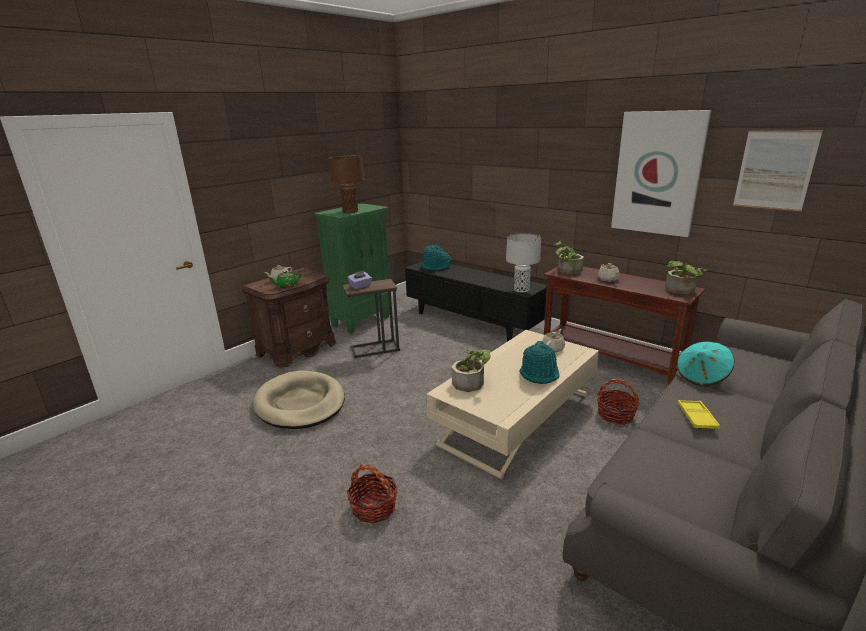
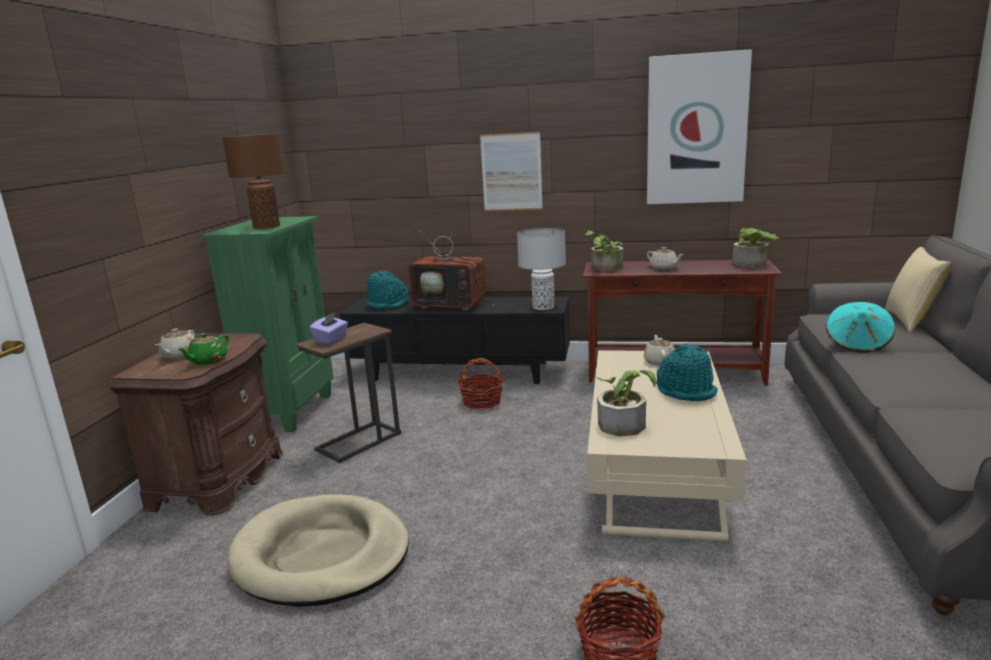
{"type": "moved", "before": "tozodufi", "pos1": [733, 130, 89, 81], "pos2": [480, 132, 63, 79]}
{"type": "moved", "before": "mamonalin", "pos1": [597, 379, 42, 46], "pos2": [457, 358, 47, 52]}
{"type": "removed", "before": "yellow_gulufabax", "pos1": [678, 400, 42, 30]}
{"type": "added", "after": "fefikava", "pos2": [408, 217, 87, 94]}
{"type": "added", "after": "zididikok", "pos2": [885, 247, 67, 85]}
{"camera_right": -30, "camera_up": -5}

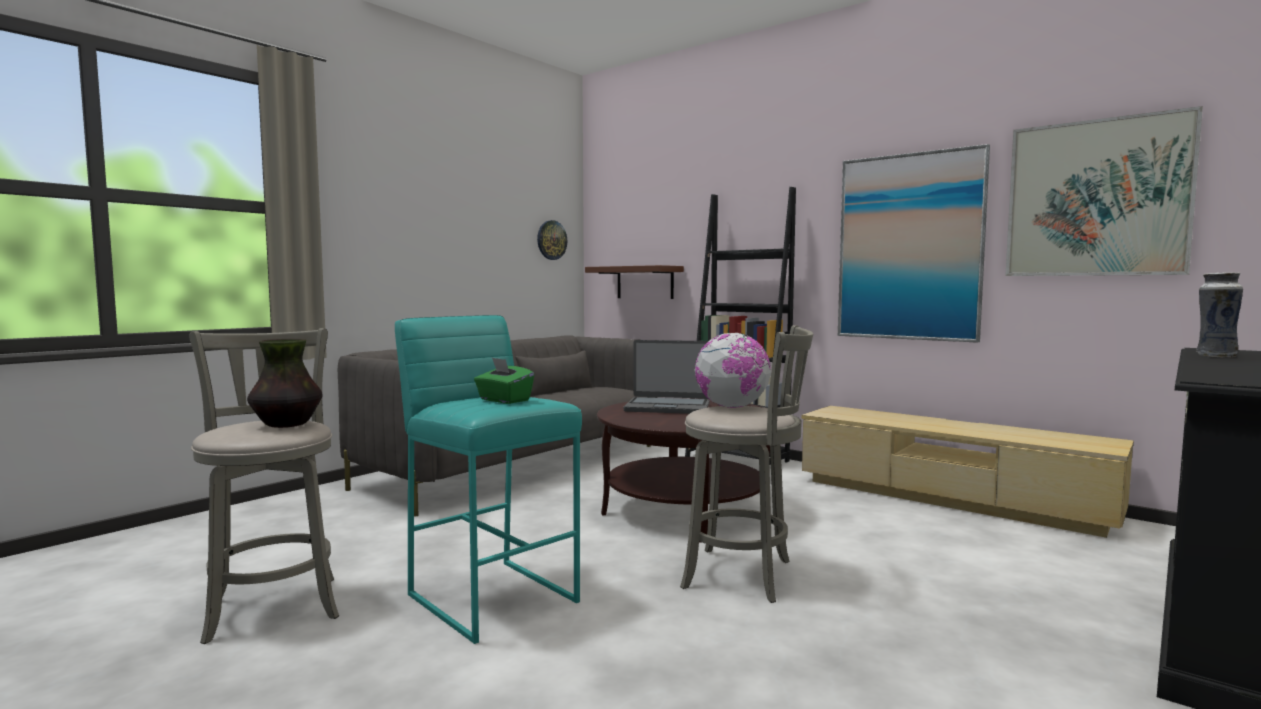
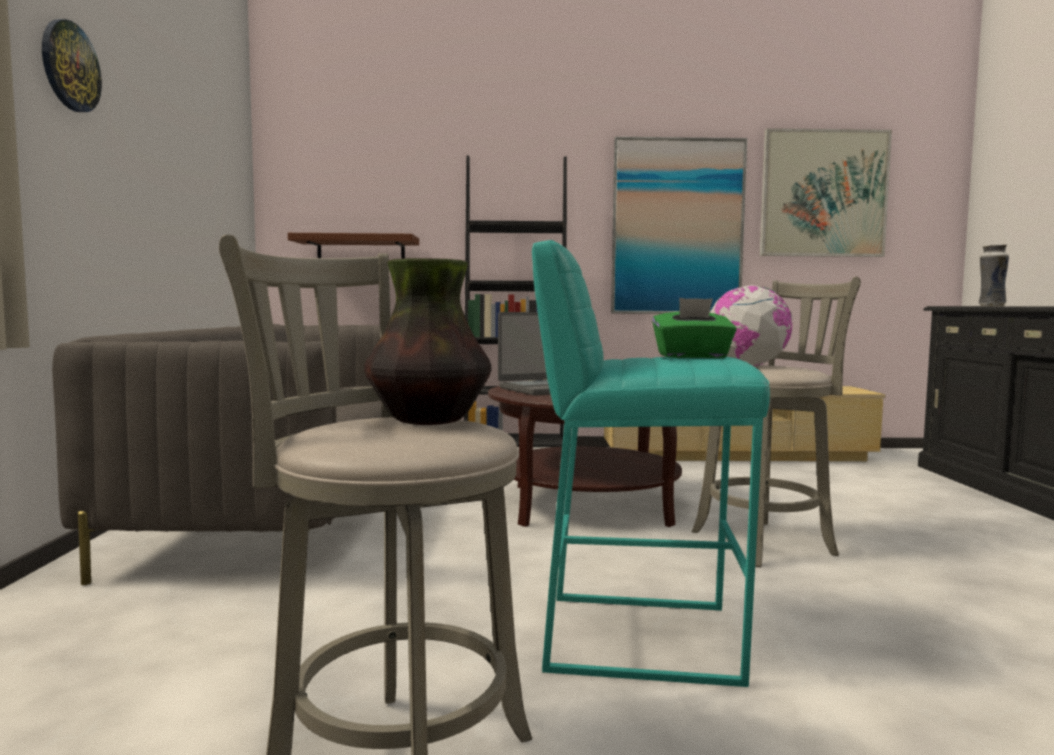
{"type": "moved", "before": "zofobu", "pos1": [537, 220, 30, 40], "pos2": [42, 19, 60, 93]}
{"camera_right": -40, "camera_up": 0}

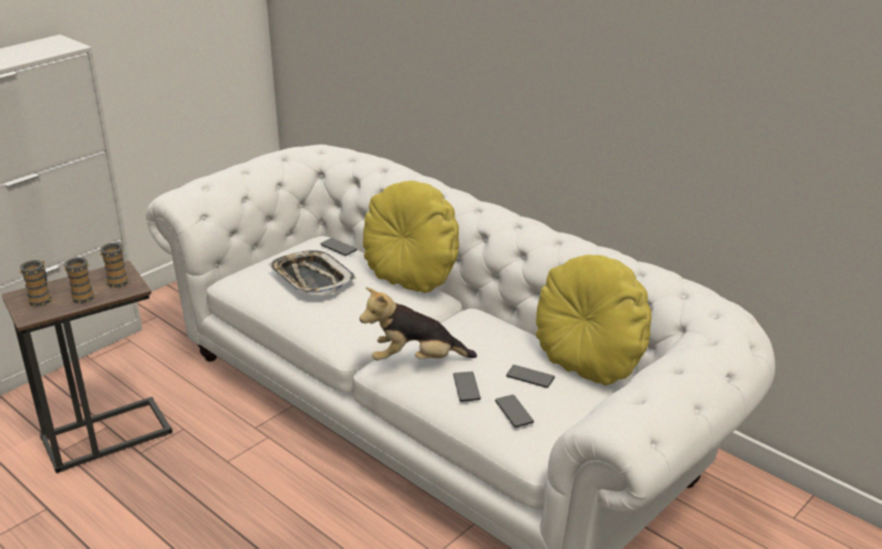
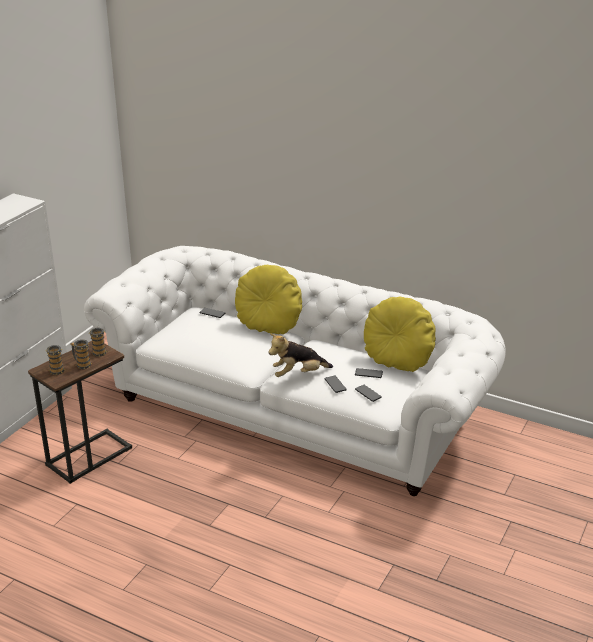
{"type": "removed", "before": "gulufabax", "pos1": [268, 250, 88, 46]}
{"camera_right": -15, "camera_up": 0}

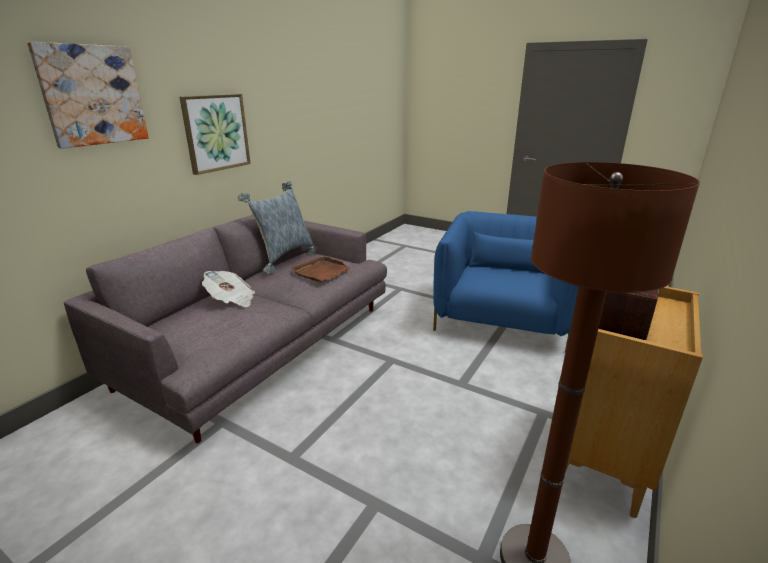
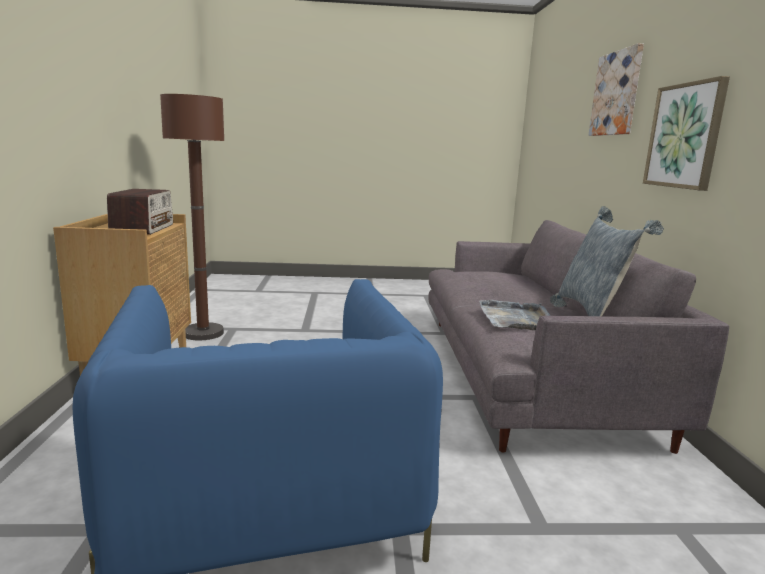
{"type": "recoloured", "before": "brown_gulufabax", "after": "grey_gulufabax", "pos1": [291, 256, 60, 26], "pos2": [479, 300, 71, 30]}
{"type": "removed", "before": "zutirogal", "pos1": [202, 271, 53, 36]}
{"camera_right": 145, "camera_up": -10}

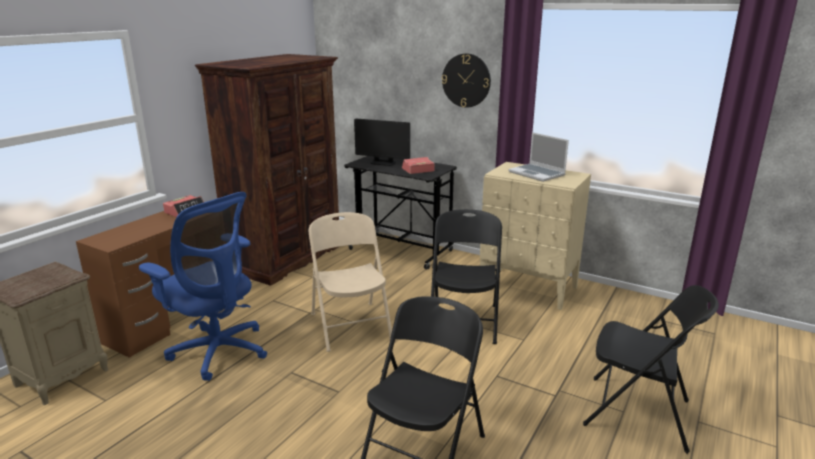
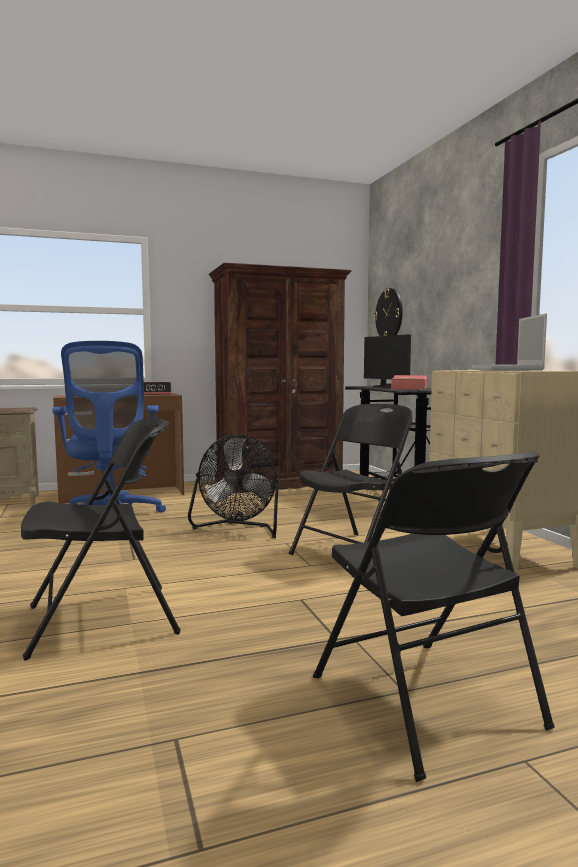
{"type": "moved", "before": "zofobu", "pos1": [442, 53, 49, 55], "pos2": [374, 288, 29, 48]}
{"type": "replaced", "before": "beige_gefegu", "after": "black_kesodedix", "pos1": [309, 212, 83, 140], "pos2": [188, 434, 92, 104]}
{"camera_right": 40, "camera_up": -15}

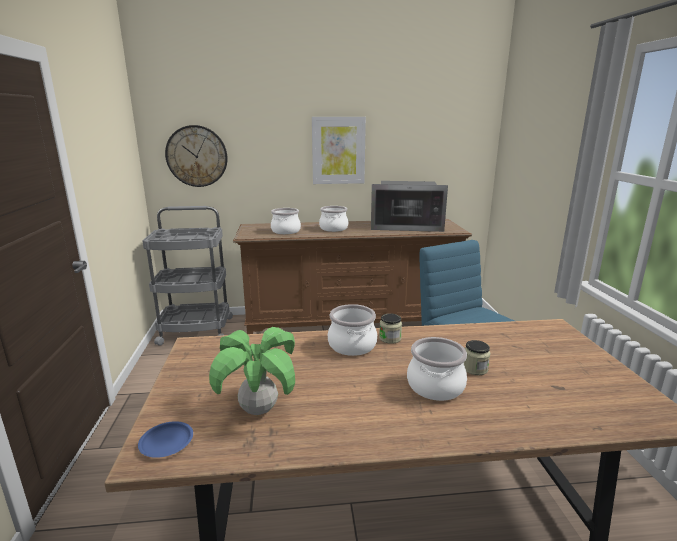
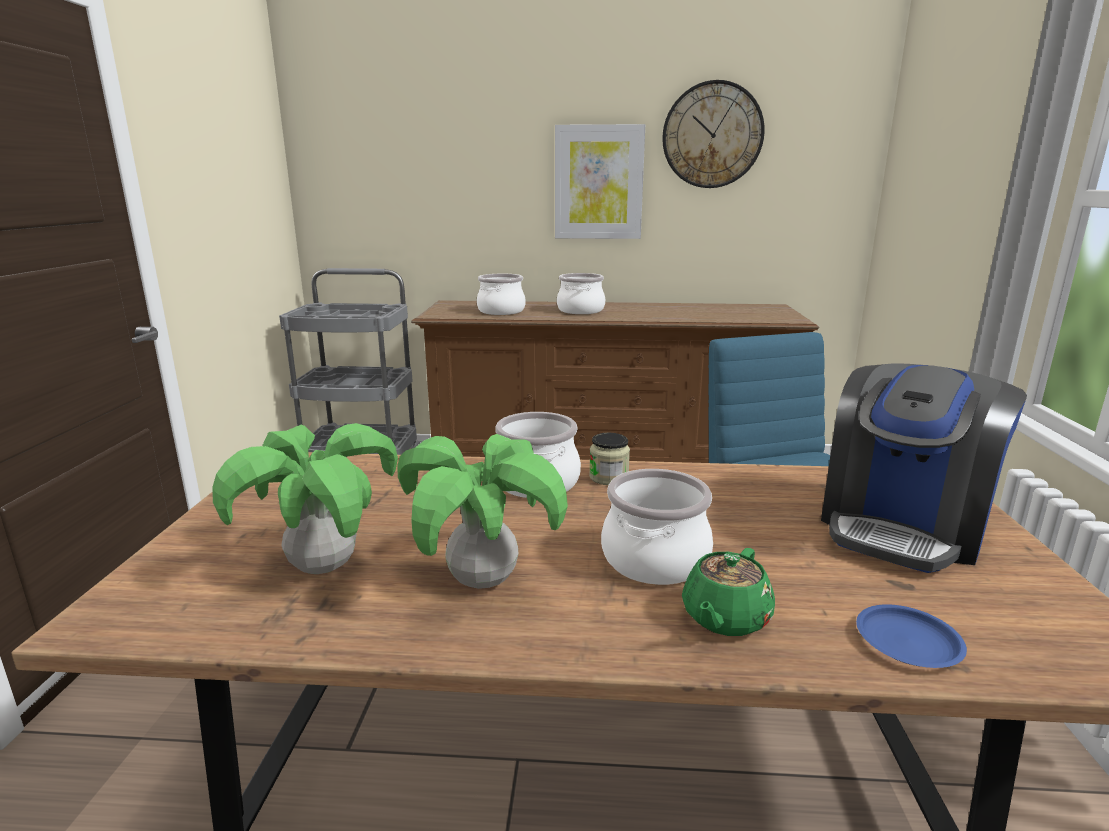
{"type": "moved", "before": "zofobu", "pos1": [165, 125, 63, 62], "pos2": [662, 80, 103, 108]}
{"type": "removed", "before": "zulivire", "pos1": [371, 181, 77, 51]}
{"type": "removed", "before": "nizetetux", "pos1": [464, 340, 26, 35]}
{"type": "moved", "before": "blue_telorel", "pos1": [138, 421, 55, 37], "pos2": [856, 604, 111, 64]}
{"type": "added", "after": "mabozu", "pos2": [821, 363, 206, 210]}
{"type": "added", "after": "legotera", "pos2": [398, 434, 170, 155]}
{"type": "added", "after": "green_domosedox", "pos2": [682, 548, 93, 88]}
{"camera_right": 10, "camera_up": 0}

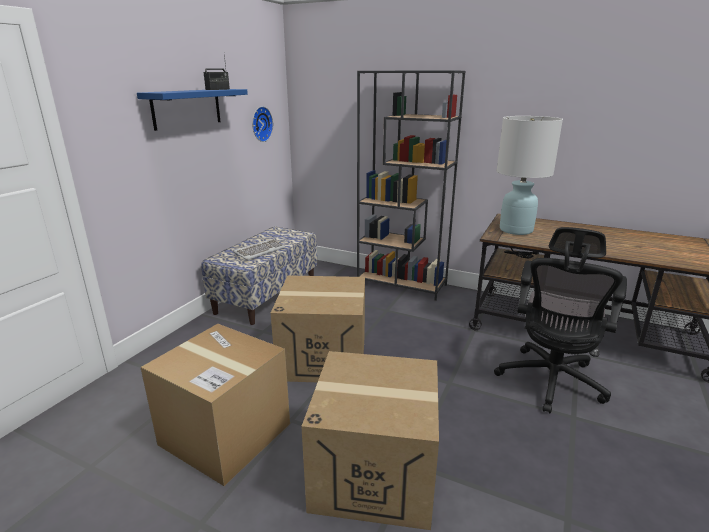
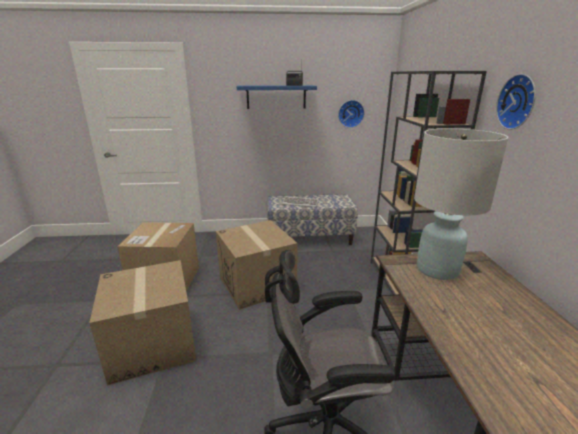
{"type": "added", "after": "zofobu", "pos2": [496, 74, 40, 56]}
{"camera_right": 60, "camera_up": 0}

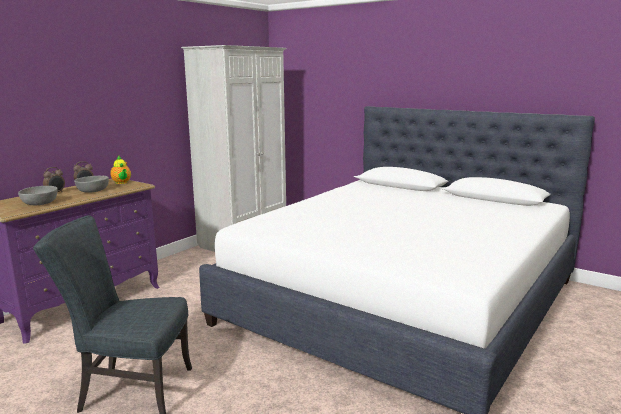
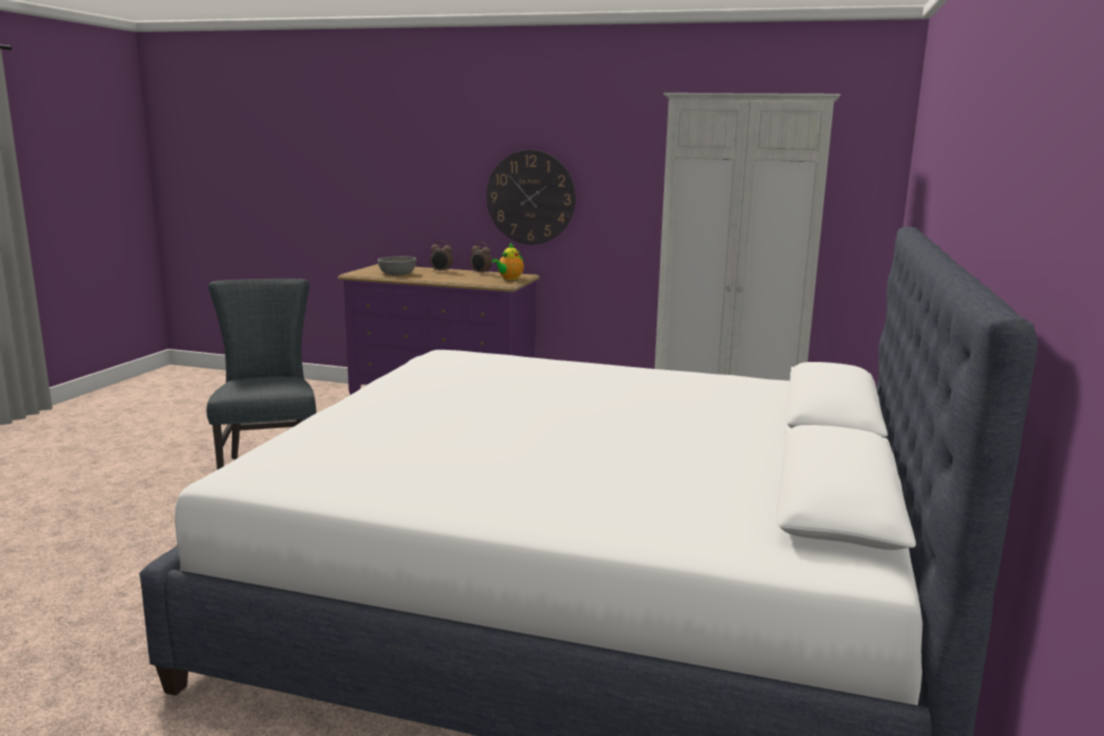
{"type": "removed", "before": "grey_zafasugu", "pos1": [74, 176, 35, 17]}
{"type": "added", "after": "zofobu", "pos2": [486, 150, 90, 95]}
{"camera_right": 70, "camera_up": 0}

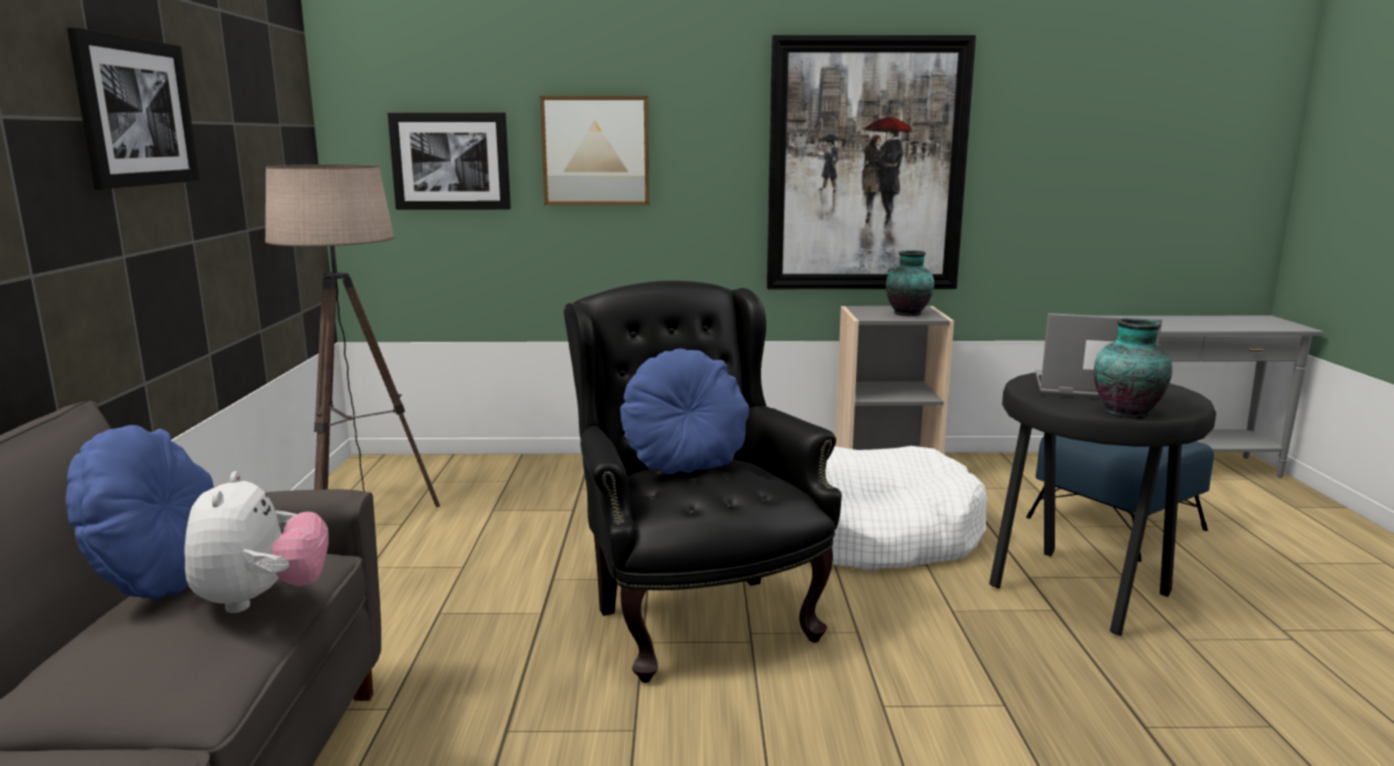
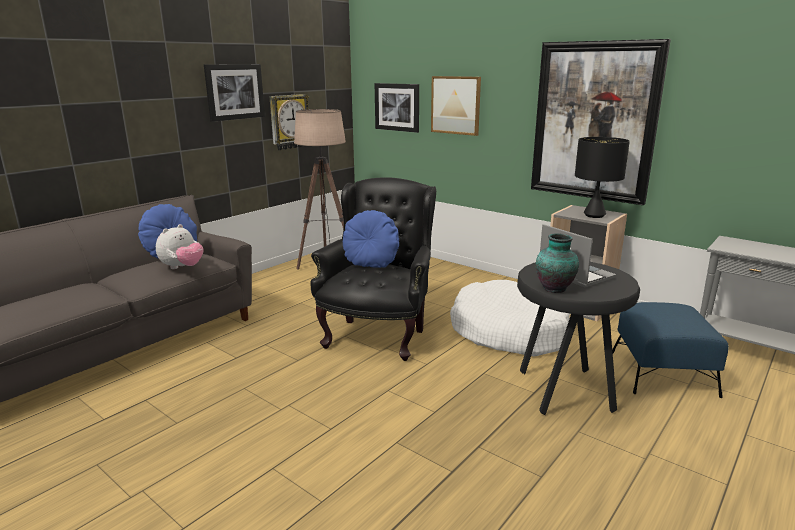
{"type": "replaced", "before": "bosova", "after": "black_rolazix", "pos1": [886, 250, 48, 66], "pos2": [575, 137, 55, 81]}
{"type": "added", "after": "zofobu", "pos2": [269, 94, 40, 56]}
{"camera_right": 40, "camera_up": 5}

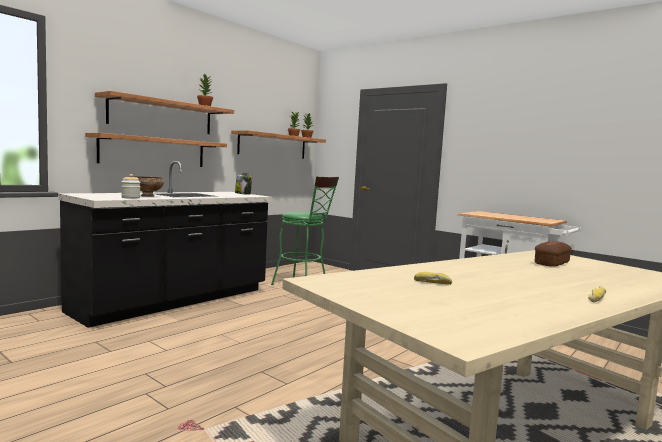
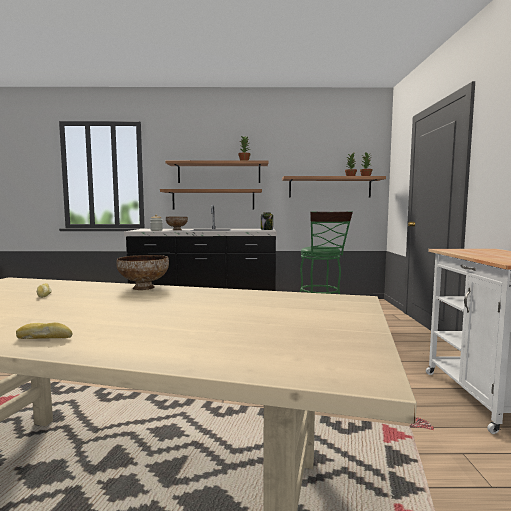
{"type": "removed", "before": "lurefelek", "pos1": [535, 241, 37, 26]}
{"type": "added", "after": "zafasugu", "pos2": [116, 255, 53, 35]}
{"camera_right": 50, "camera_up": 0}

